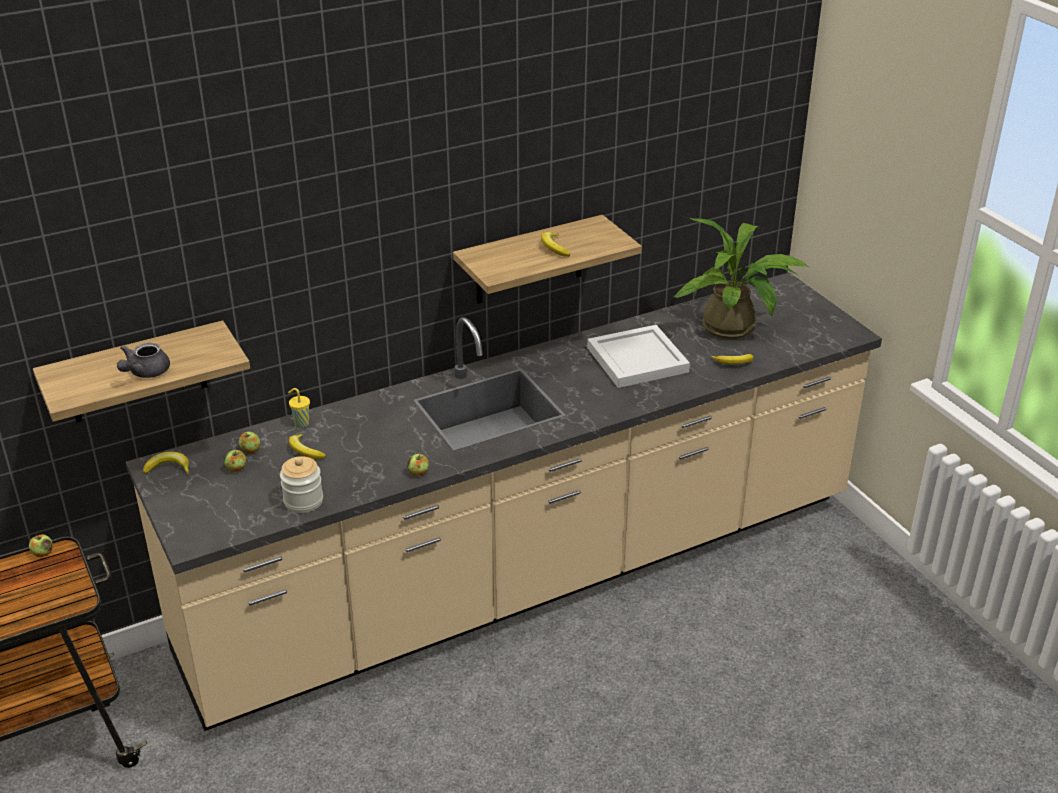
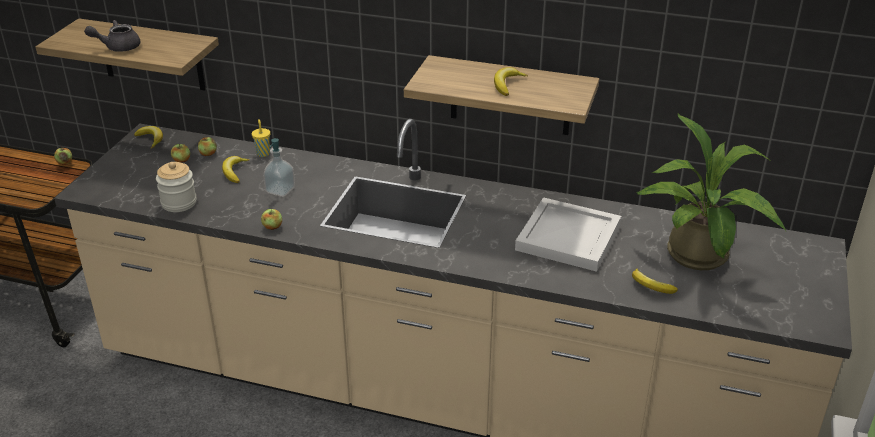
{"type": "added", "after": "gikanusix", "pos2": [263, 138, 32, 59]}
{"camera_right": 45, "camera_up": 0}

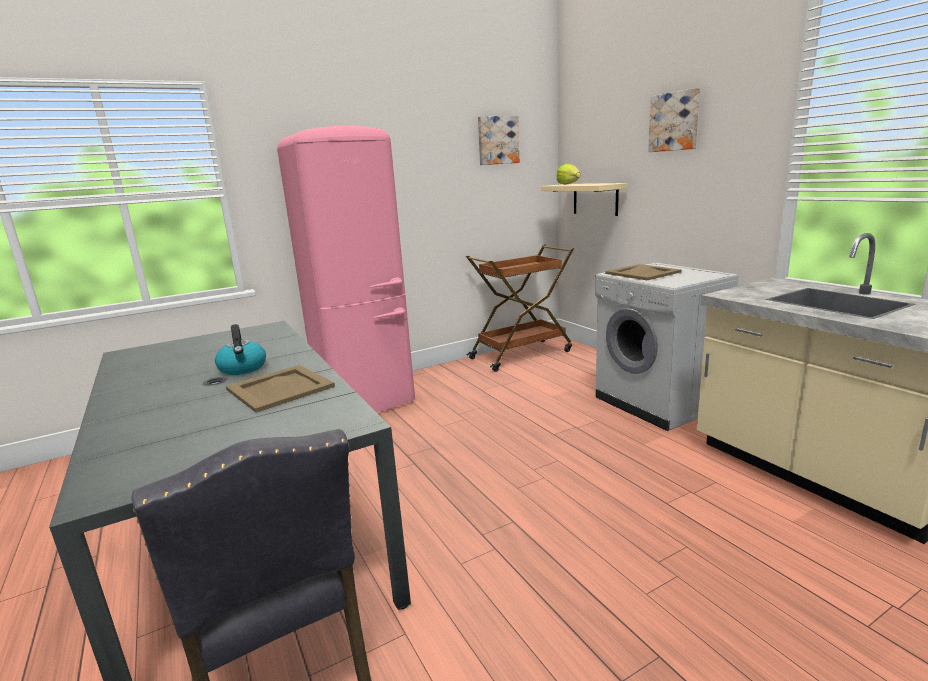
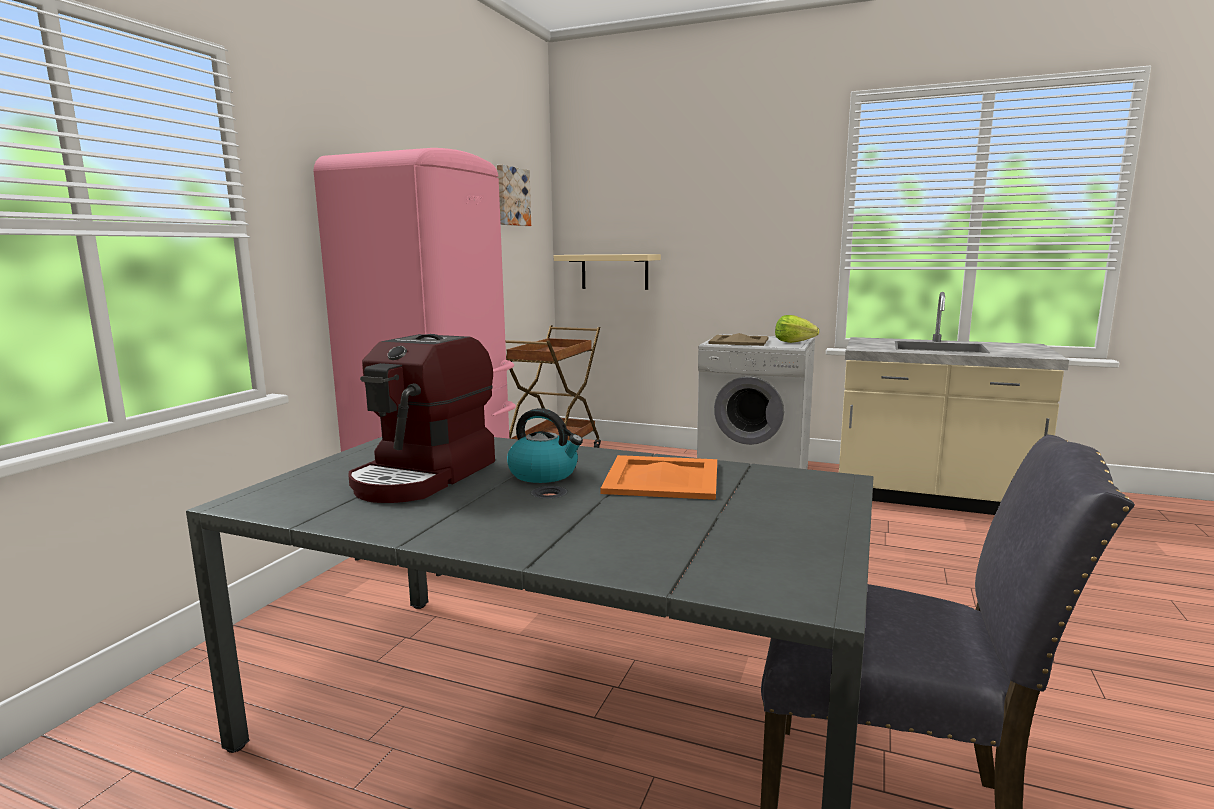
{"type": "removed", "before": "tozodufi", "pos1": [648, 88, 52, 64]}
{"type": "moved", "before": "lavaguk", "pos1": [556, 164, 25, 21], "pos2": [775, 315, 44, 28]}
{"type": "recoloured", "before": "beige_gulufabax", "after": "orange_gulufabax", "pos1": [226, 365, 109, 48], "pos2": [600, 455, 117, 45]}
{"type": "added", "after": "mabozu", "pos2": [349, 334, 146, 169]}
{"camera_right": -40, "camera_up": -5}

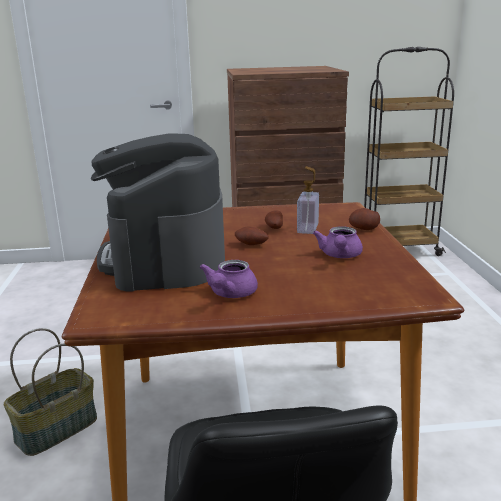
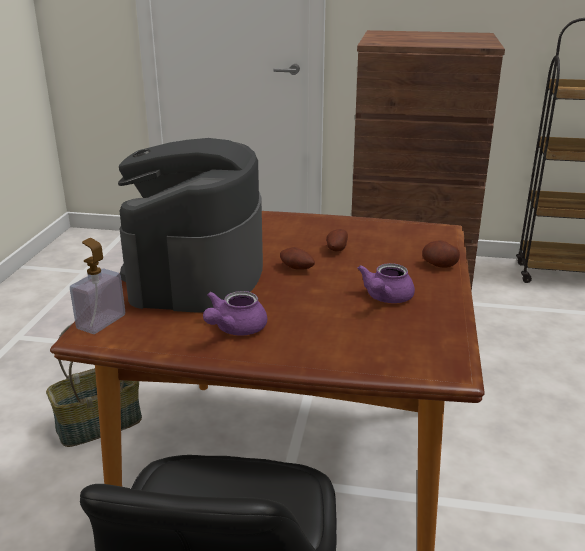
{"type": "moved", "before": "gikanusix", "pos1": [297, 166, 22, 68], "pos2": [70, 238, 55, 96]}
{"camera_right": 15, "camera_up": 5}

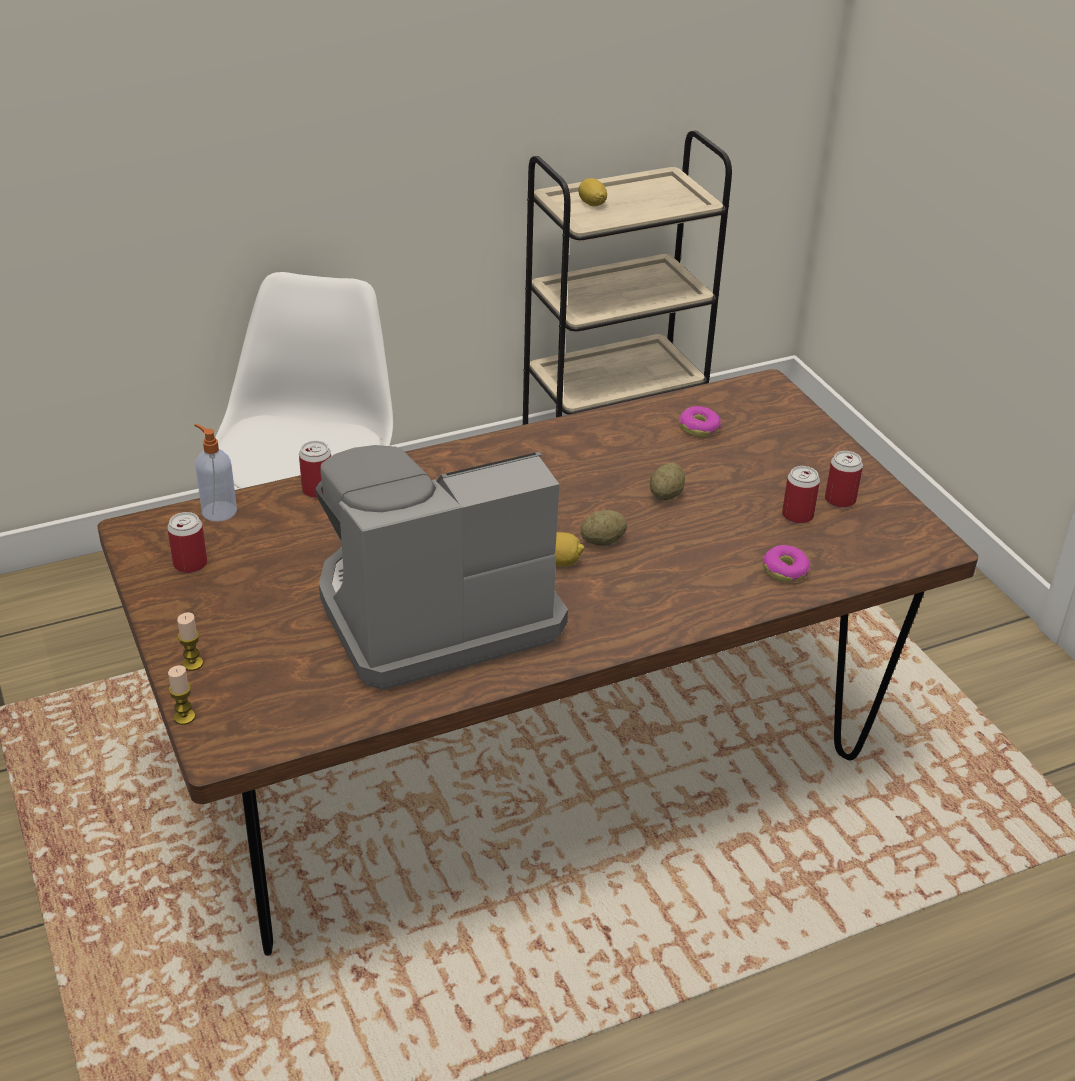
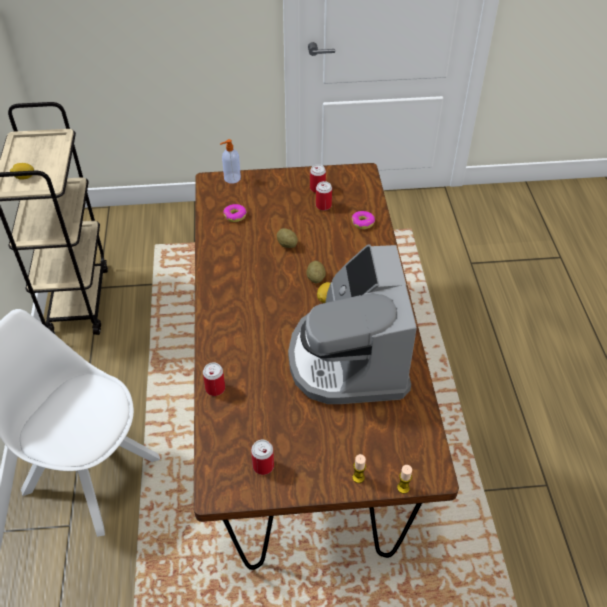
{"type": "moved", "before": "gikanusix", "pos1": [194, 424, 43, 98], "pos2": [220, 139, 21, 45]}
{"camera_right": -70, "camera_up": 10}

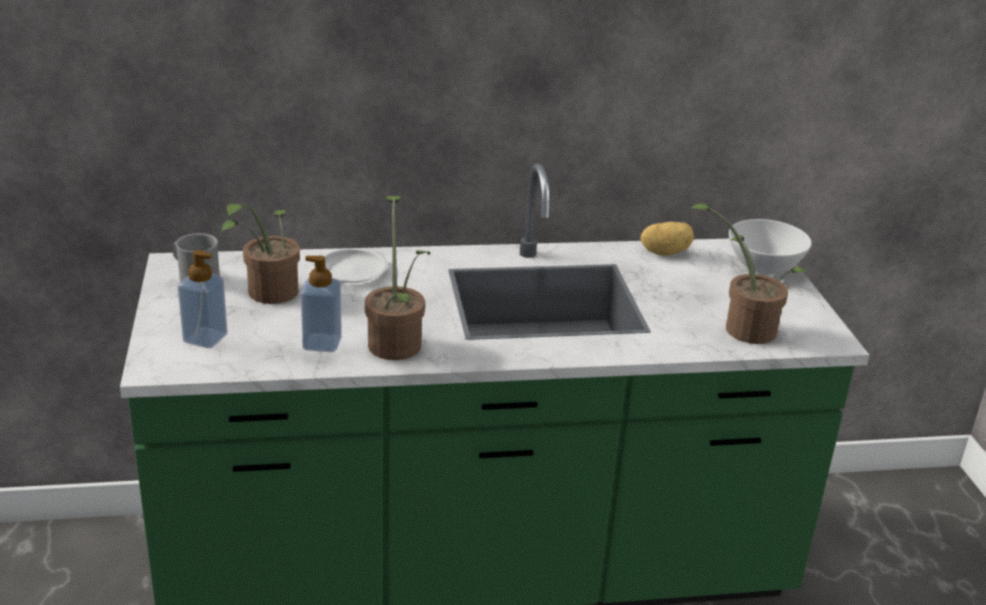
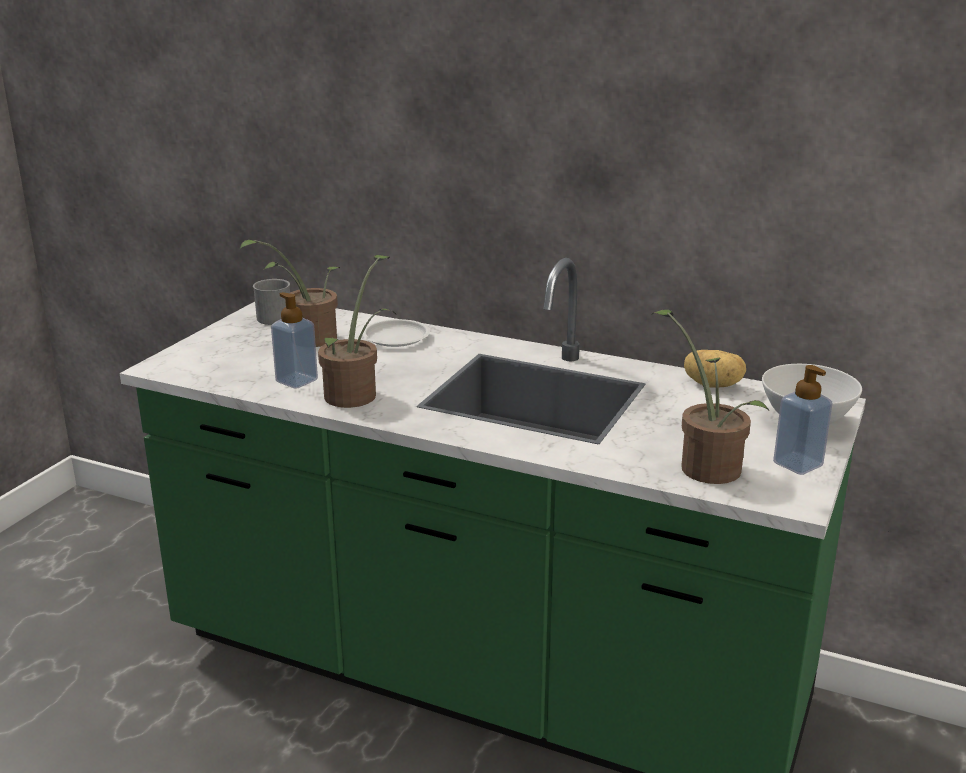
{"type": "moved", "before": "gikanusix", "pos1": [178, 250, 50, 98], "pos2": [773, 365, 60, 110]}
{"camera_right": 35, "camera_up": -5}

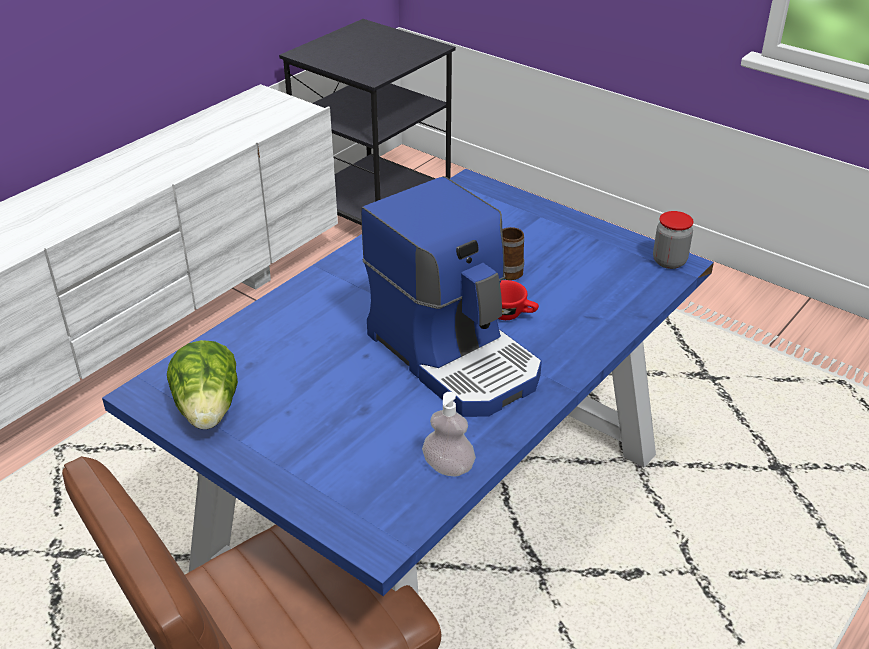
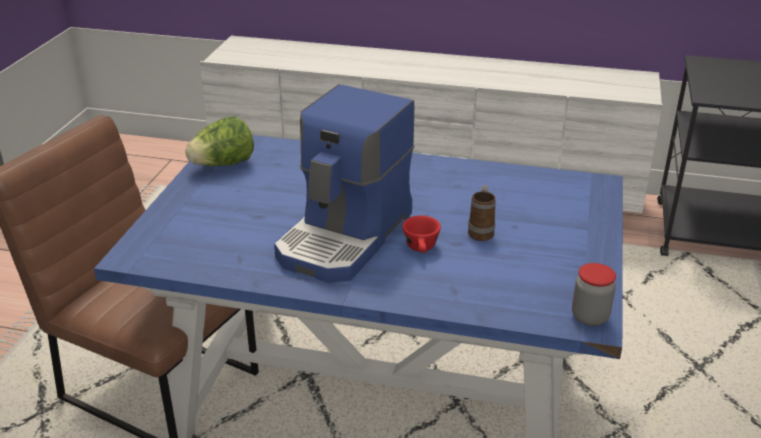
{"type": "removed", "before": "gikanusix", "pos1": [422, 392, 54, 84]}
{"camera_right": 65, "camera_up": -5}

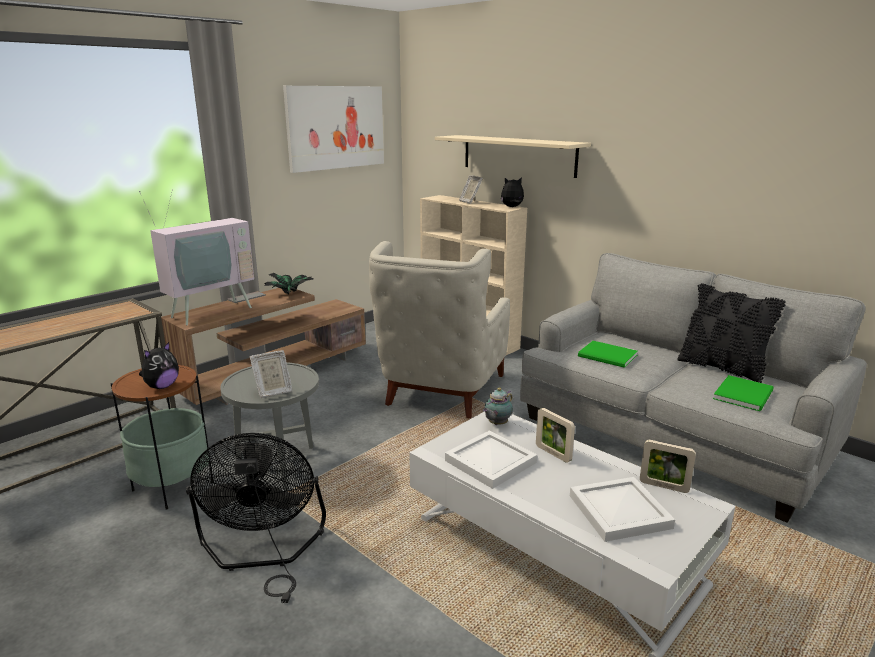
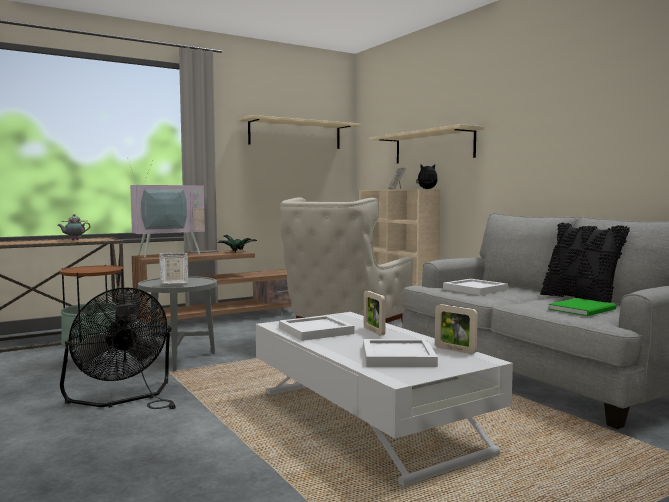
{"type": "replaced", "before": "tozodufi", "after": "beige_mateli", "pos1": [283, 86, 101, 87], "pos2": [239, 115, 122, 34]}
{"type": "replaced", "before": "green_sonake", "after": "white_gulufabax", "pos1": [578, 341, 60, 27], "pos2": [443, 279, 65, 16]}
{"type": "removed", "before": "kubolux", "pos1": [139, 342, 40, 47]}
{"type": "moved", "before": "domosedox", "pos1": [483, 387, 30, 38], "pos2": [58, 214, 33, 26]}
{"type": "turned", "before": "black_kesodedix", "pos1": [186, 433, 140, 171], "pos2": [60, 287, 116, 122], "turn": -45}
{"camera_right": 15, "camera_up": -15}

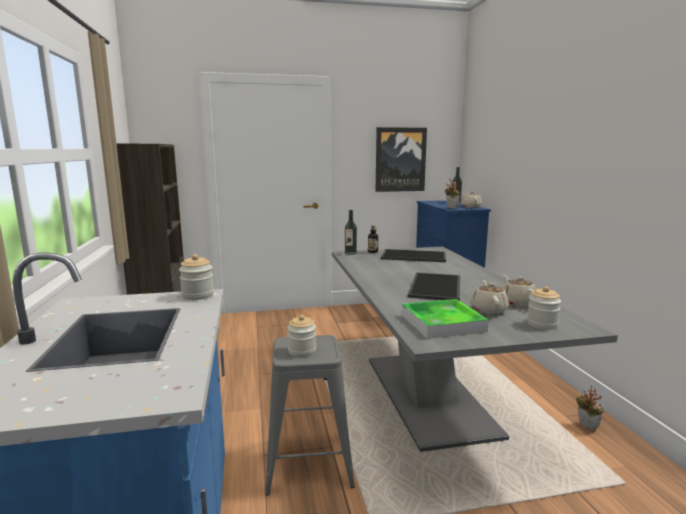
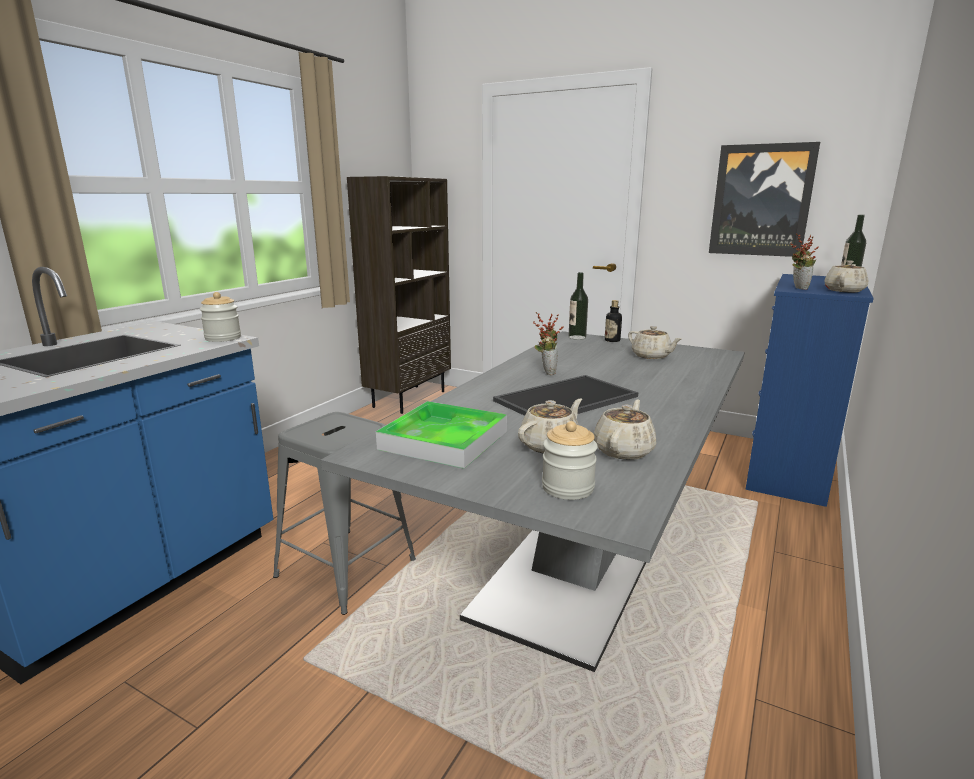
{"type": "replaced", "before": "gulufabax", "after": "beige_domosedox", "pos1": [381, 249, 65, 13], "pos2": [628, 326, 54, 33]}
{"type": "removed", "before": "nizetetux", "pos1": [287, 315, 29, 42]}
{"type": "moved", "before": "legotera", "pos1": [576, 385, 28, 45], "pos2": [533, 312, 31, 63]}
{"camera_right": 40, "camera_up": 5}

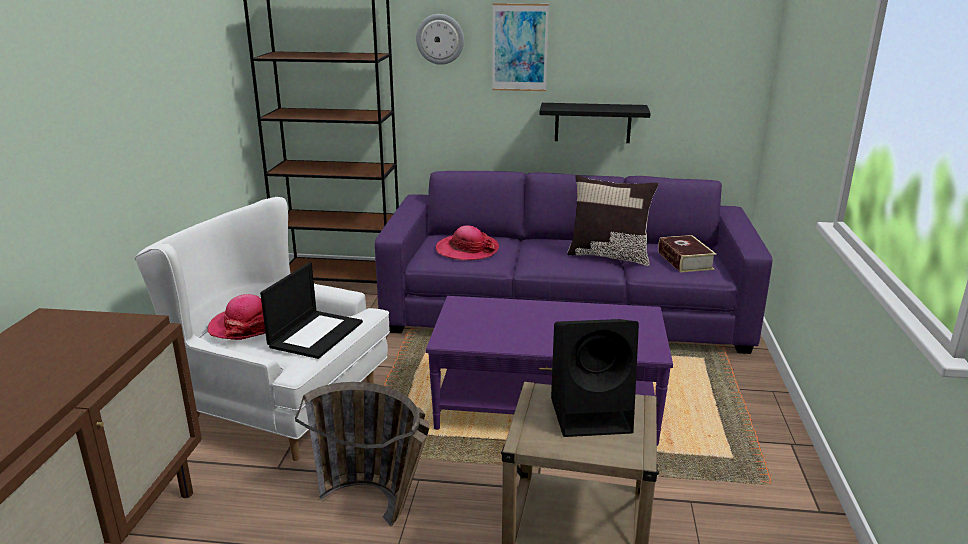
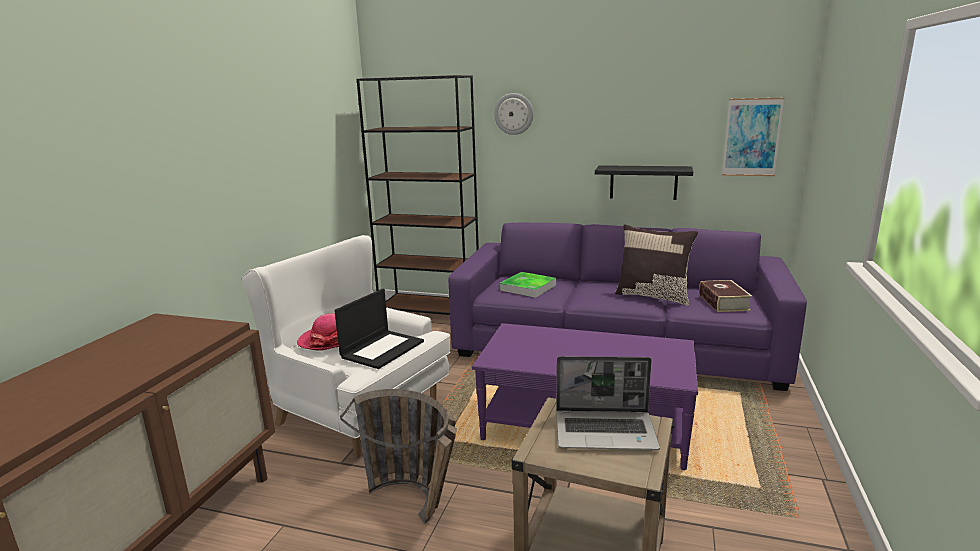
{"type": "moved", "before": "tozodufi", "pos1": [492, 3, 57, 88], "pos2": [722, 98, 62, 78]}
{"type": "replaced", "before": "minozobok", "after": "gulufabax", "pos1": [436, 225, 63, 36], "pos2": [500, 272, 56, 26]}
{"type": "replaced", "before": "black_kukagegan", "after": "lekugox", "pos1": [551, 319, 88, 118], "pos2": [556, 356, 104, 94]}
{"camera_right": 10, "camera_up": -5}

